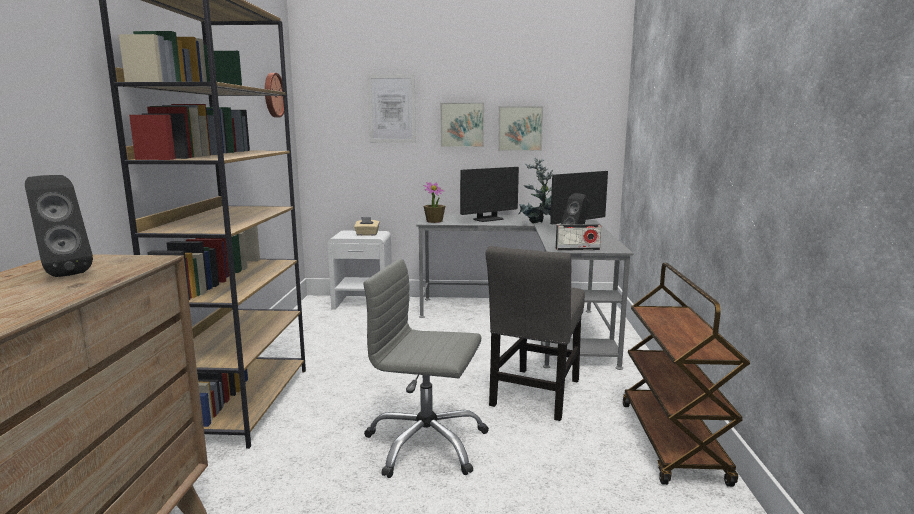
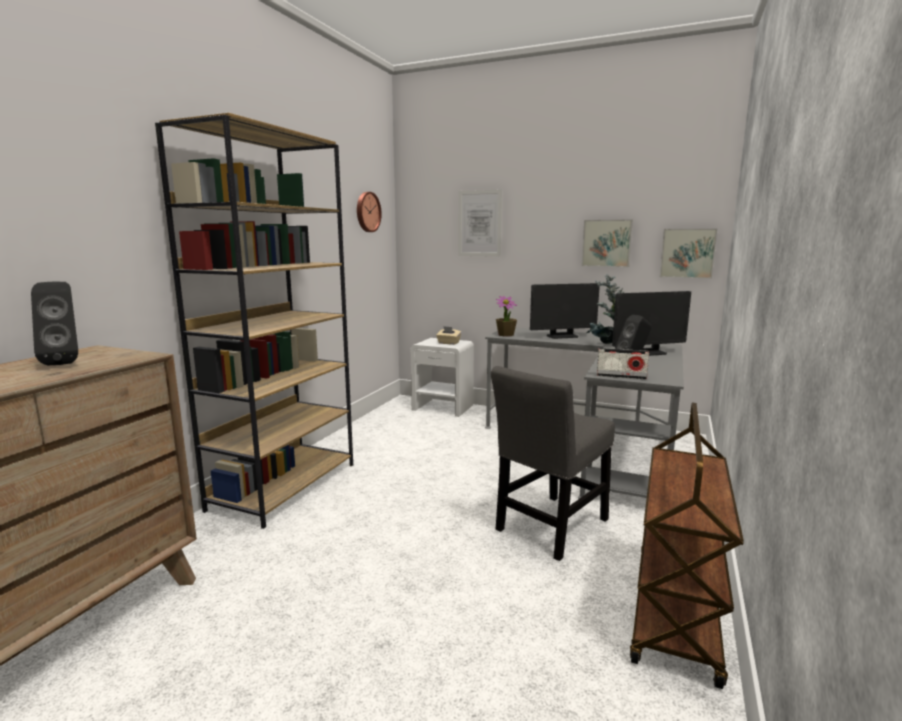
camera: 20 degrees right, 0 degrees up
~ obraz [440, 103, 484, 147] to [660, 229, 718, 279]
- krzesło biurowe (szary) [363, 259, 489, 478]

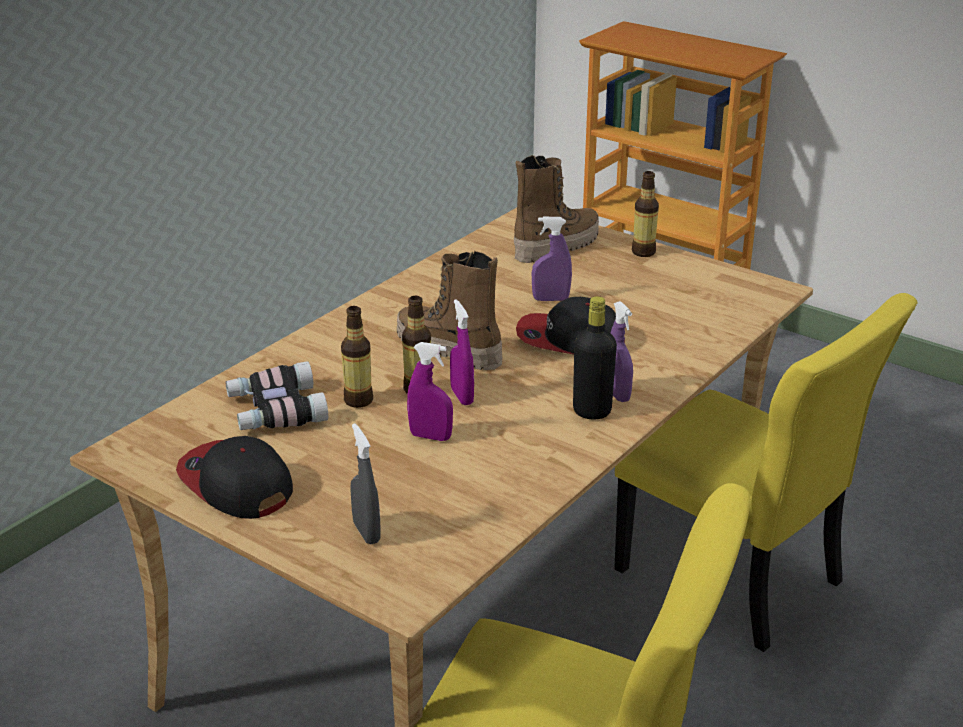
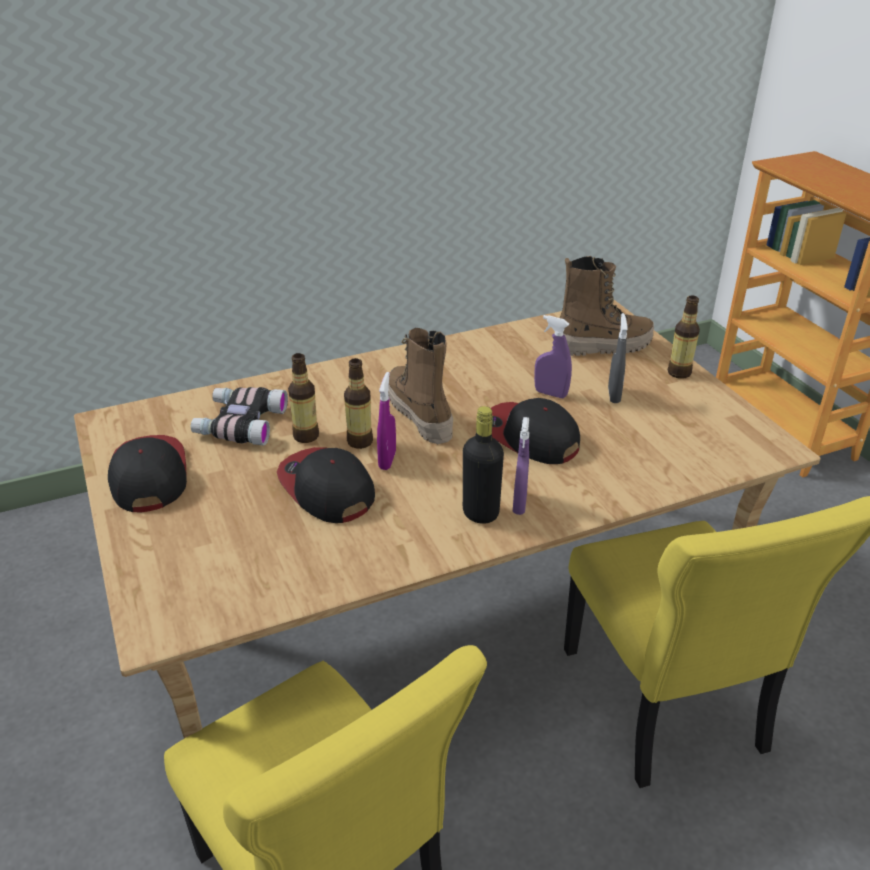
camera: 30 degrees right, 5 degrees up
~ spryskiwacz (fioletowy) [407, 342, 453, 441] to czapka z daszkiem [277, 447, 375, 523]
~ spryskiwacz (szary) [350, 423, 381, 544] to [608, 313, 628, 403]

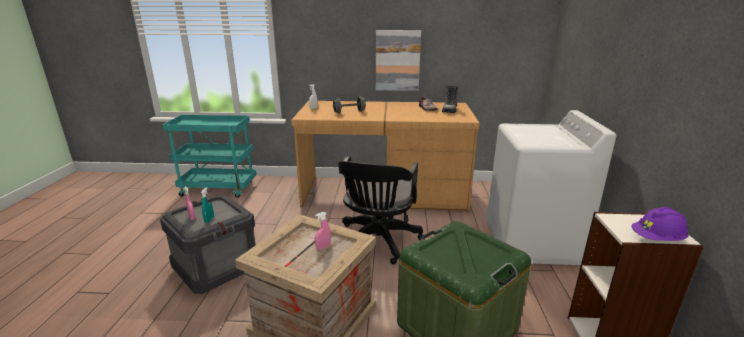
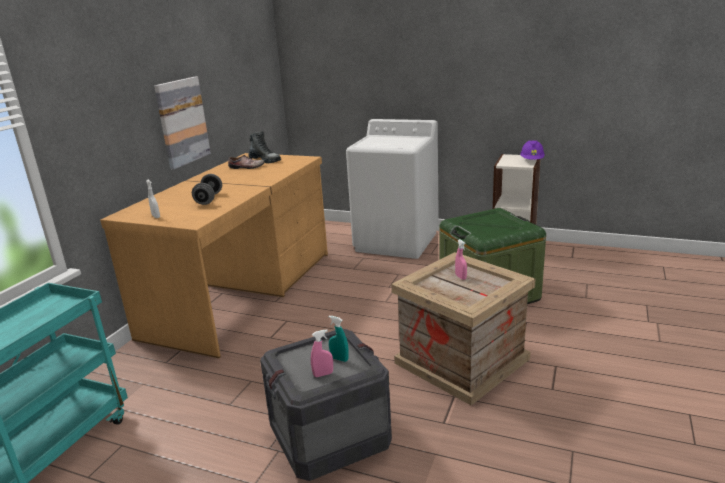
camera: 70 degrees left, 0 degrees up
- krzesło biurowe (czarny) [338, 156, 423, 265]

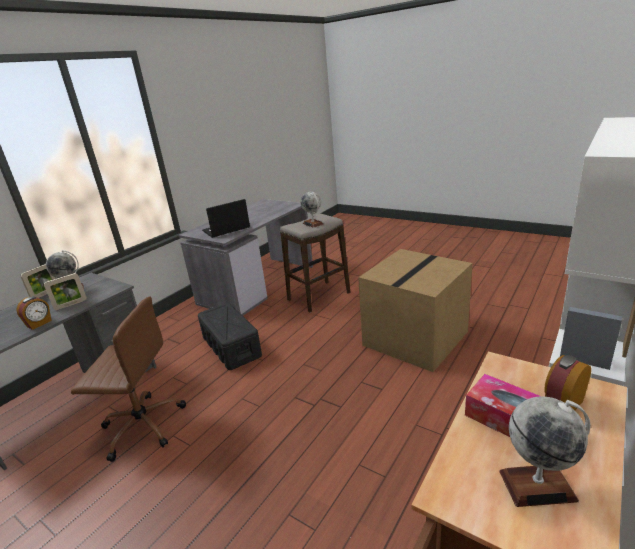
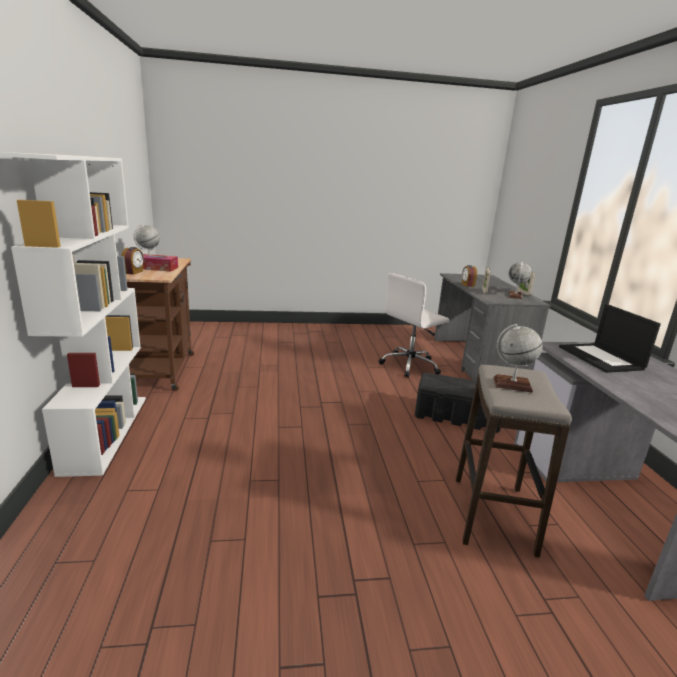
camera: 135 degrees right, 5 degrees down
~ krzesło biurowe (brązowy) [71, 296, 186, 462] to krzesło biurowe (biały) [378, 273, 449, 378]
~ laptop [202, 199, 250, 238] = [559, 304, 661, 373] 150 degrees clockwise
- karton [358, 249, 472, 372]

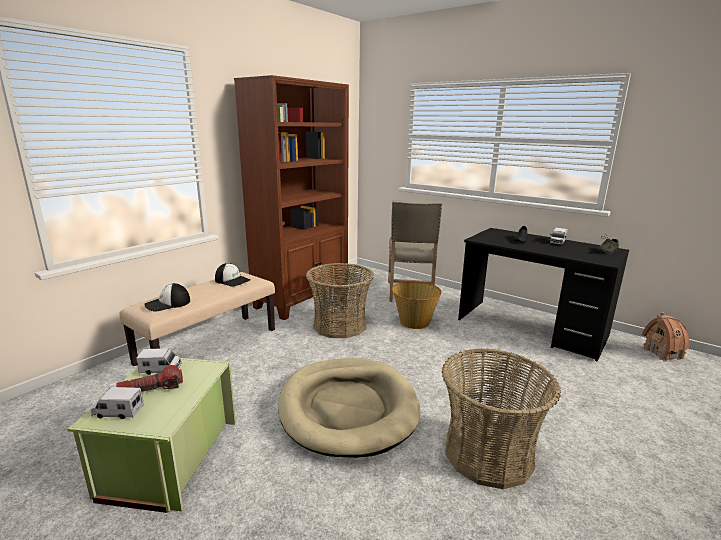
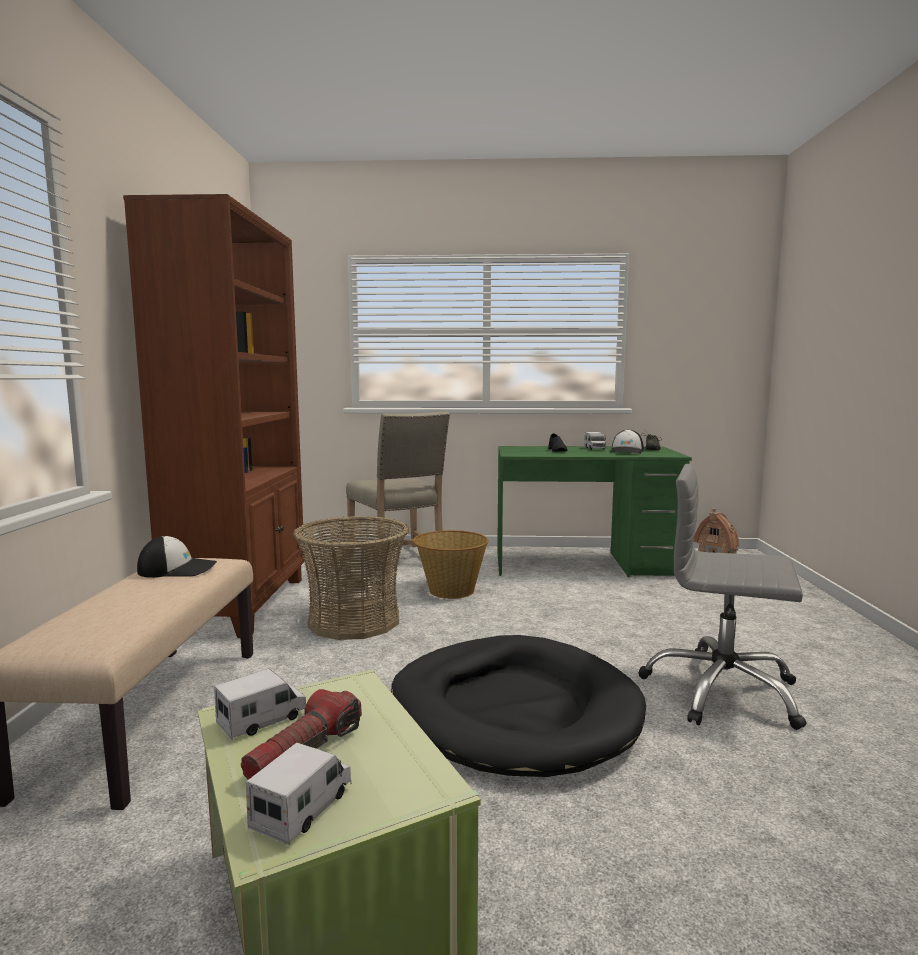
camera: 35 degrees left, 10 degrees down
~ ciężarówka zabawkowa [91, 387, 144, 419] = [246, 742, 352, 845] 150 degrees clockwise
~ legowisko (beżowy) [278, 358, 420, 458] to legowisko (czarny) [391, 635, 646, 777]
~ biurko (czarny) [458, 228, 629, 362] to biurko (zielony) [497, 446, 692, 577]
~ czapka z daszkiem [144, 283, 190, 312] to [609, 429, 644, 454]
~ koszyk [442, 348, 561, 489] to krzesło biurowe (szary) [639, 464, 807, 730]

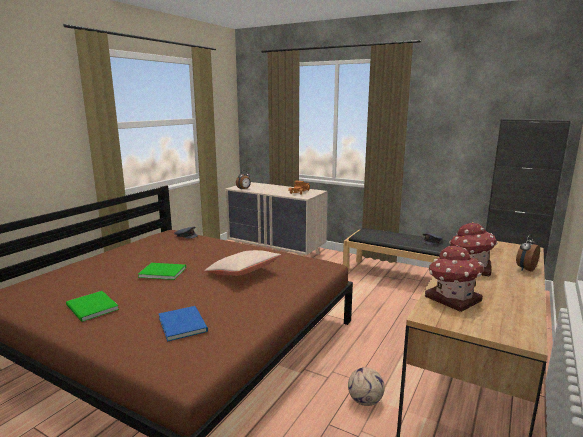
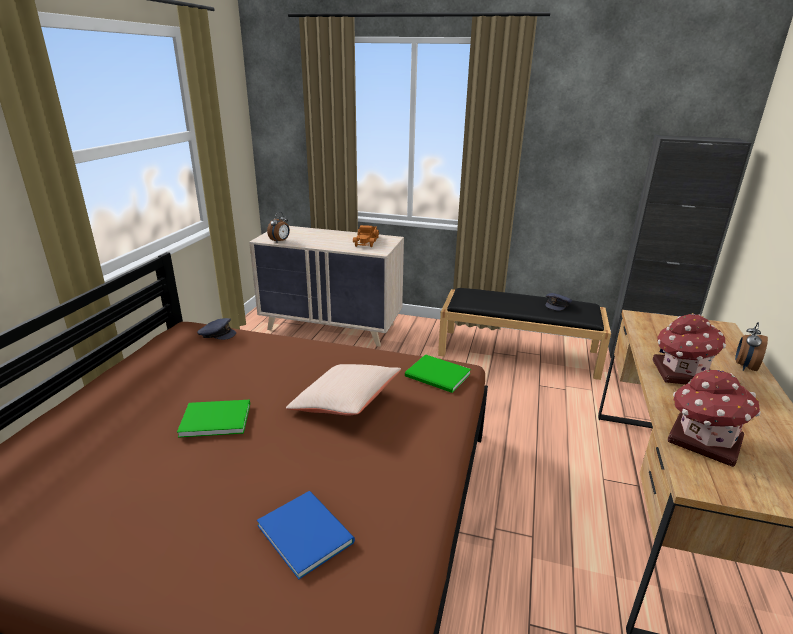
camera: 15 degrees left, 10 degrees up
~ książka (zielony) [66, 291, 119, 322] to [405, 354, 471, 393]
- piłka futbolowa [348, 367, 385, 406]

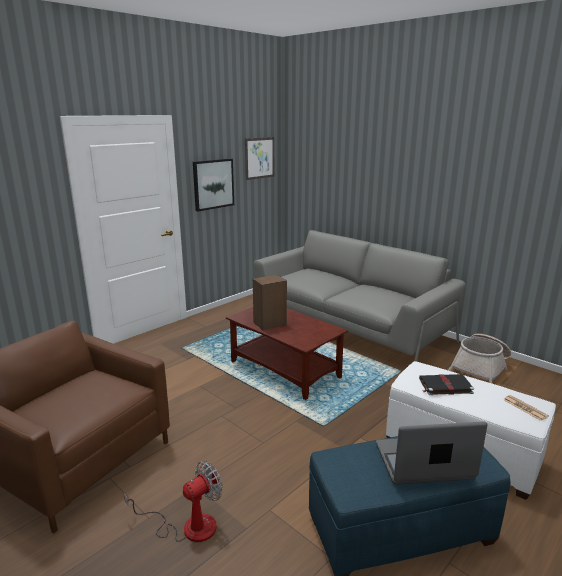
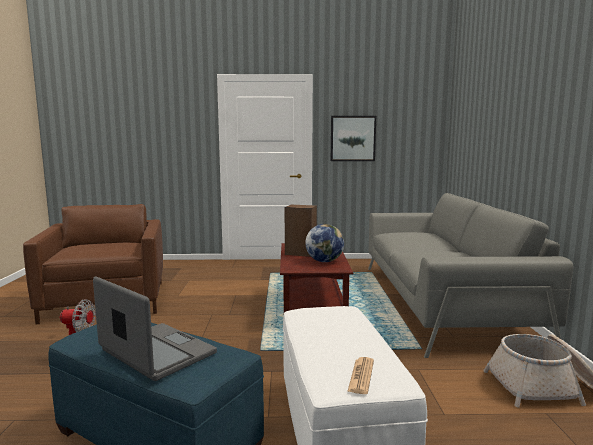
camera: 45 degrees right, 10 degrees down
+ globus [305, 224, 344, 262]
- obraz [245, 137, 274, 180]
- książka (czarny) [419, 374, 474, 395]

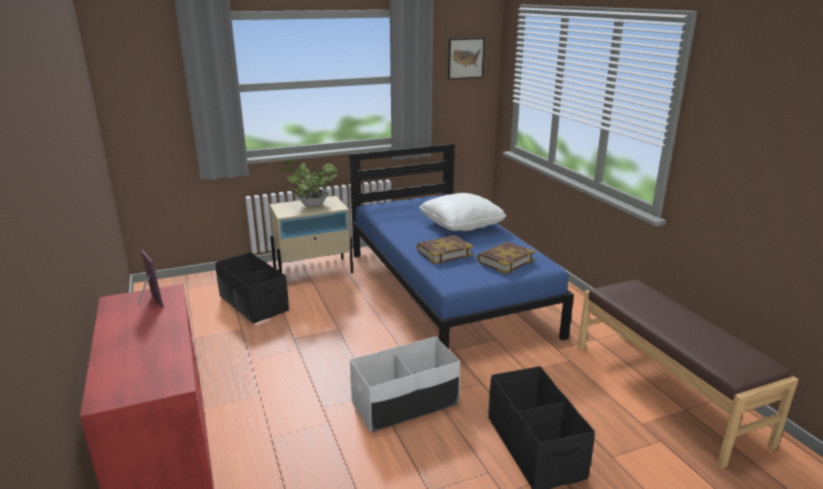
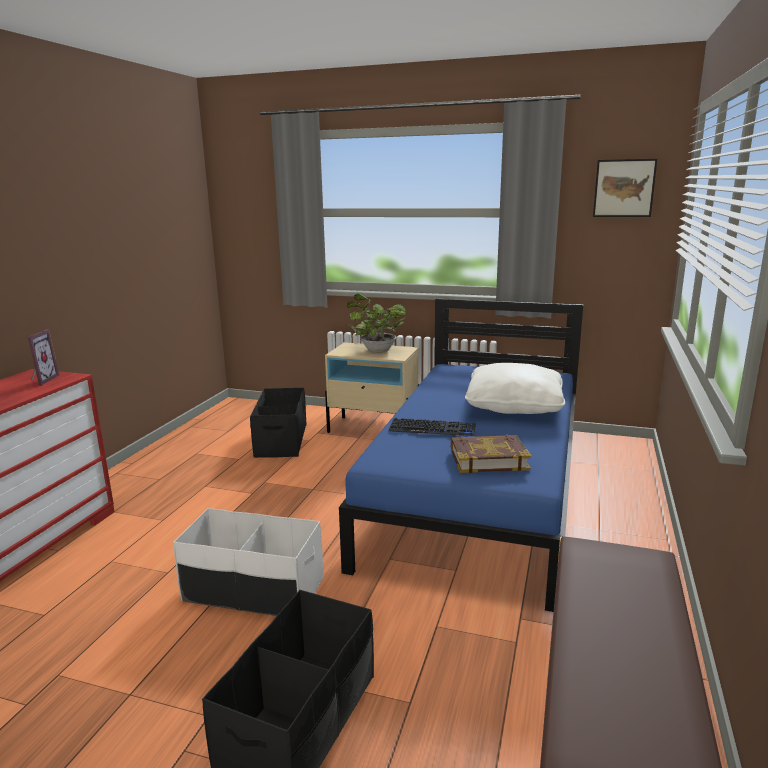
camera: 40 degrees right, 5 degrees down
~ książka [417, 235, 474, 264] to klawiatura [389, 418, 476, 436]

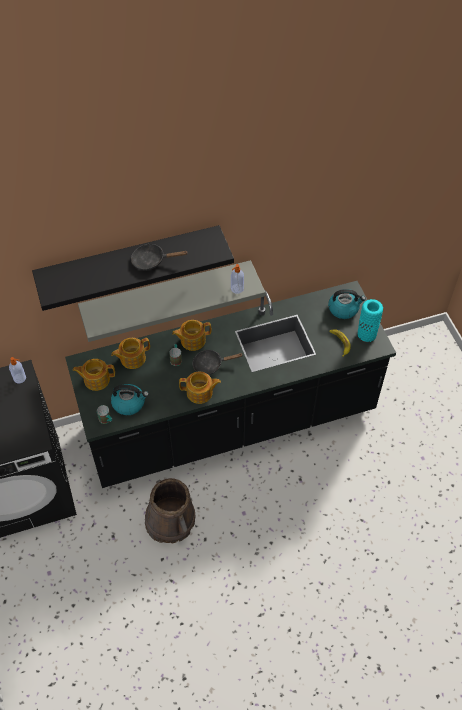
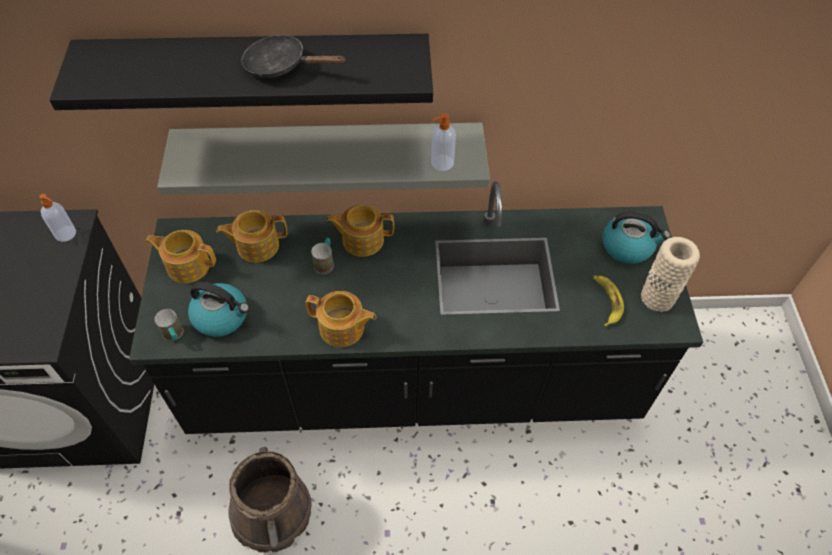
camera: 15 degrees right, 0 degrees up
~ wazon (turkusowy) [358, 299, 383, 342] to wazon (beżowy) [641, 237, 700, 312]
- patelnia (czarny) [193, 350, 242, 375]

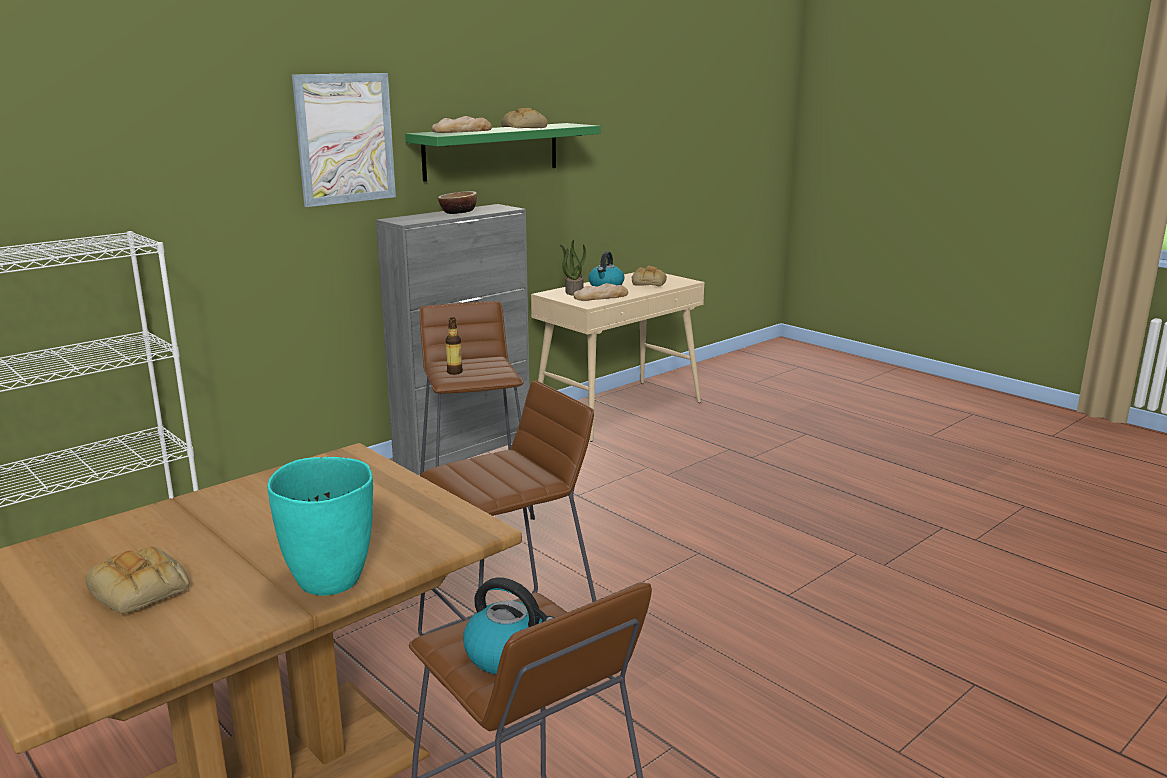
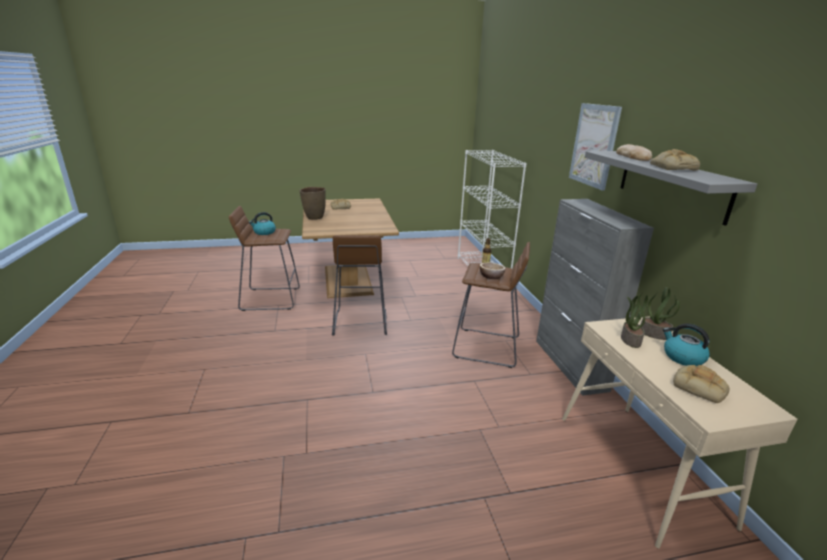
camera: 120 degrees right, 5 degrees up
~ wazon (turkusowy) [267, 457, 373, 596] to wazon (brązowy) [300, 187, 326, 220]
~ miska [438, 191, 477, 214] to [480, 263, 506, 279]
~ półka (zielony) [405, 123, 600, 182] to półka (szary) [585, 151, 757, 226]
~ chleb [573, 283, 628, 301] to roślina doniczkowa [621, 293, 648, 348]

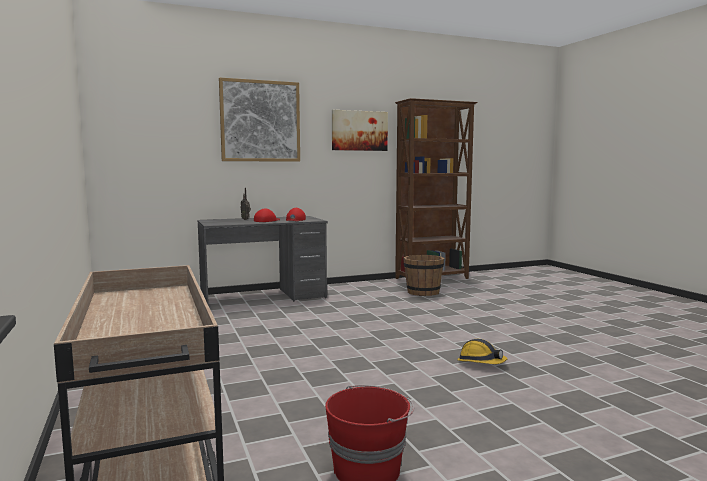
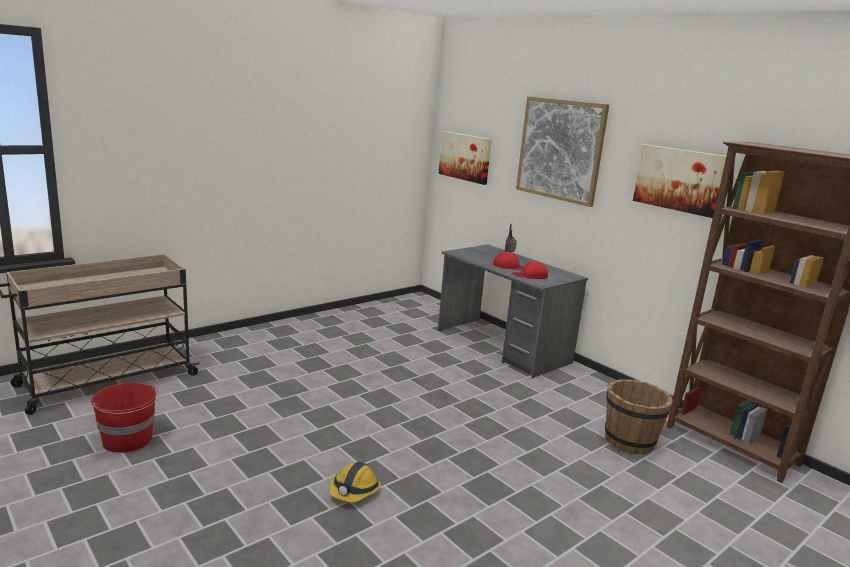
camera: 70 degrees right, 10 degrees up
+ obraz [438, 131, 492, 185]

